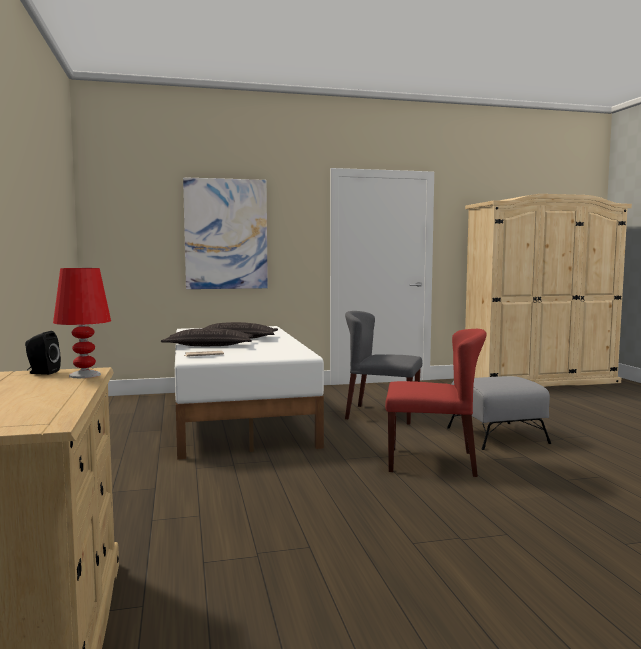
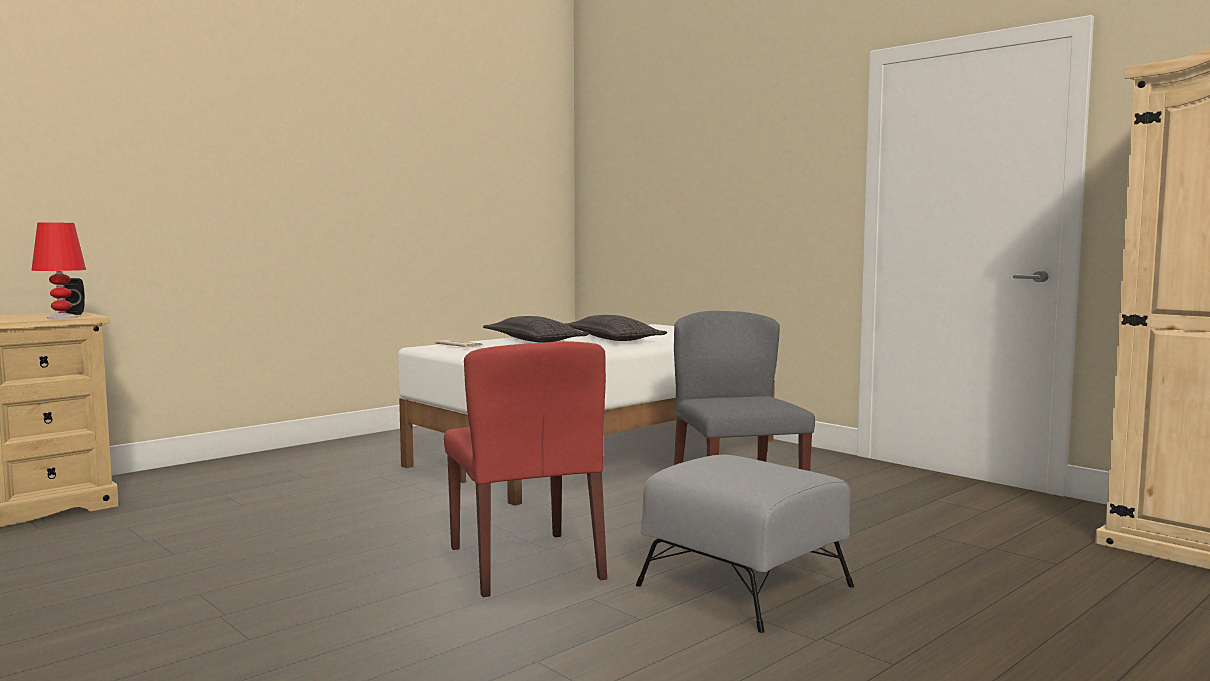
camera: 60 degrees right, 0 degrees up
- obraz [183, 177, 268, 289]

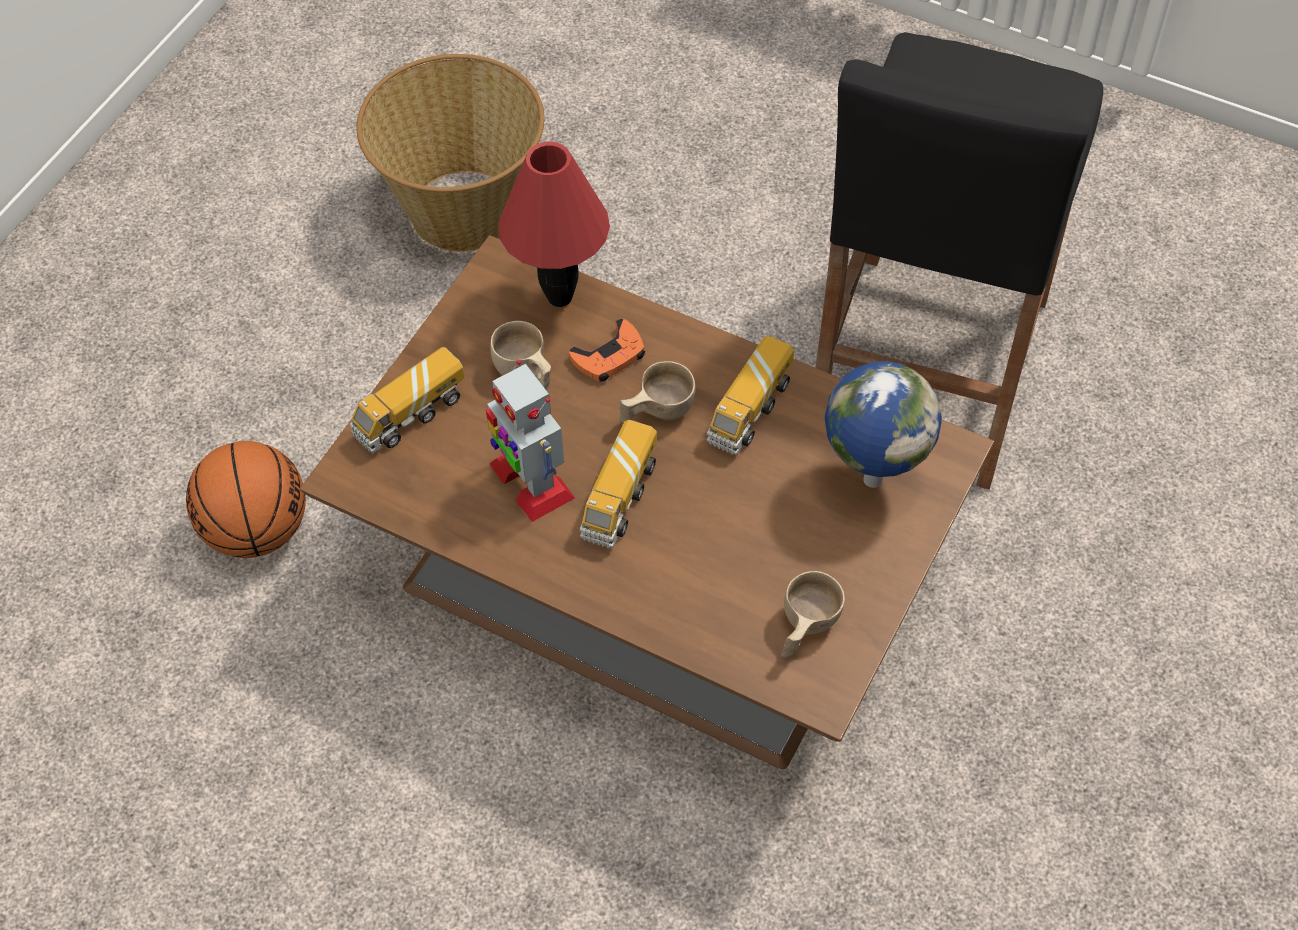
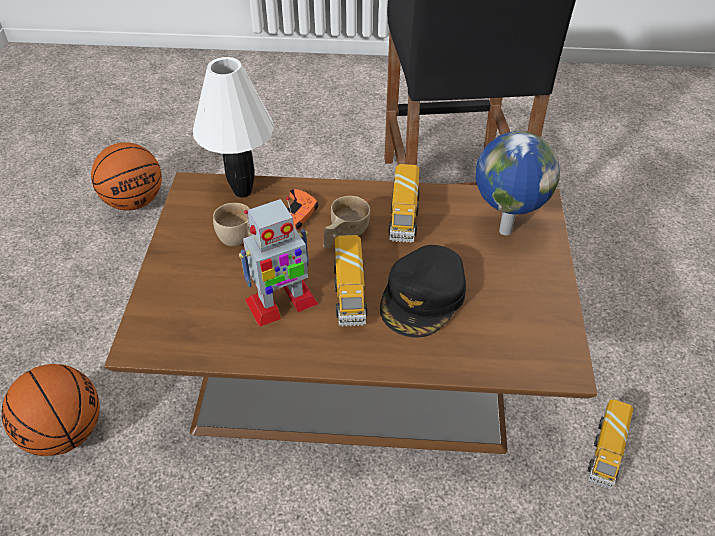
camera: 25 degrees left, 10 degrees down
~ koszyk [356, 54, 545, 252] to piłka do koszykówki [91, 142, 162, 211]
~ lampa stołowa (czerwony) [498, 142, 610, 307] to lampa stołowa (biały) [193, 57, 274, 198]
~ robot zabawkowy [486, 360, 575, 522] = [239, 197, 318, 327] 60 degrees counterclockwise
+ czapka z daszkiem (czarny) [380, 245, 466, 338]
~ ciężarówka zabawkowa [350, 347, 465, 454] to [587, 399, 633, 489]
- filiżanka (beżowy) [781, 571, 845, 657]

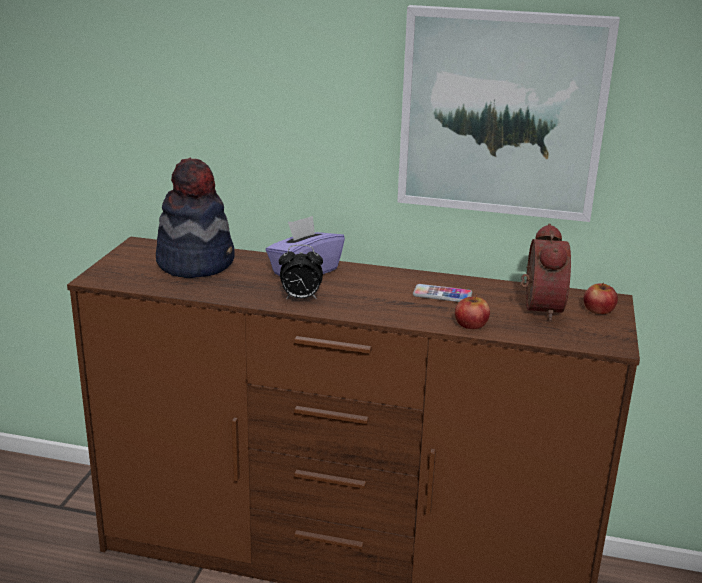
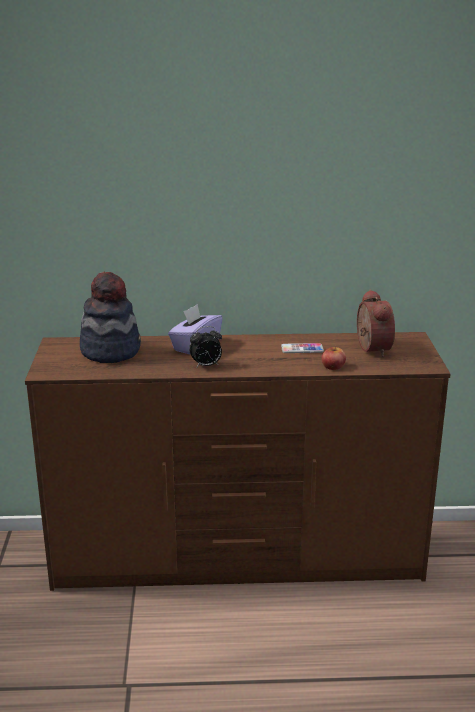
camera: 15 degrees left, 0 degrees up
- obraz [397, 5, 620, 222]
- jabłko [584, 282, 618, 314]

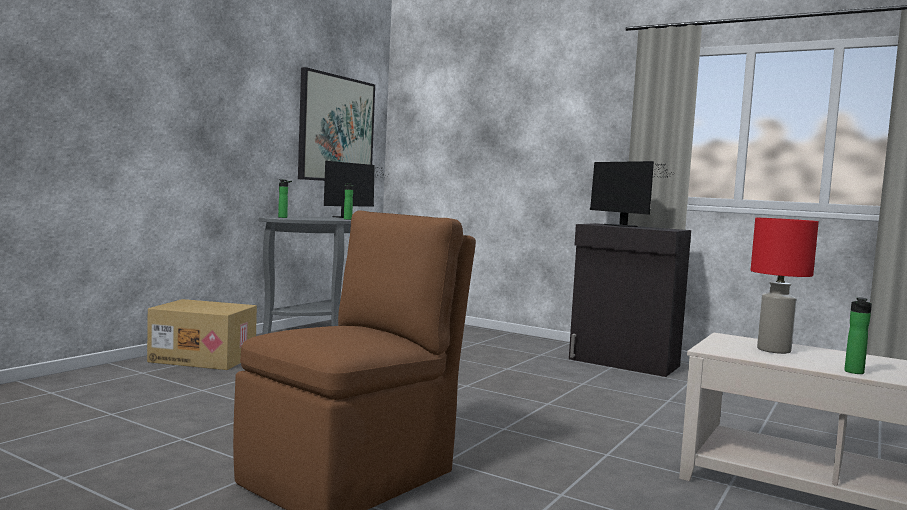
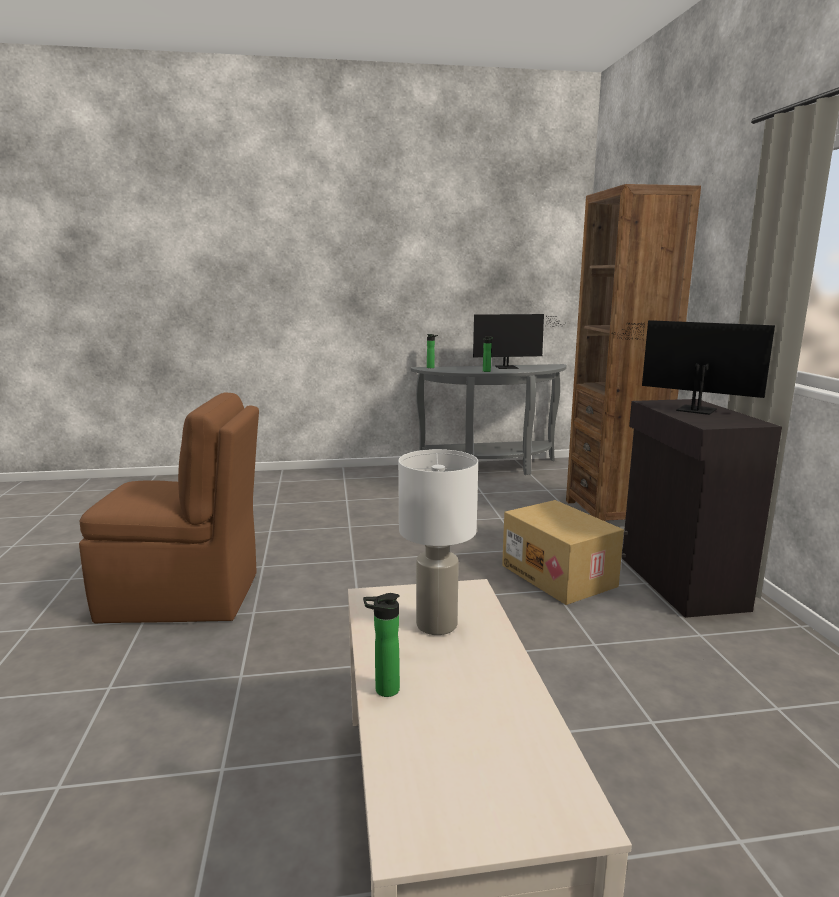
camera: 50 degrees right, 10 degrees up
~ lampa stołowa (czerwony) [751, 218, 819, 354] to lampa stołowa (biały) [398, 449, 478, 635]
~ karton [147, 299, 257, 370] to [502, 500, 624, 605]
+ regał (brązowy) [566, 184, 701, 521]
~ monitor [590, 161, 674, 227] = [611, 320, 775, 415] 105 degrees clockwise
- obraz [298, 67, 375, 181]

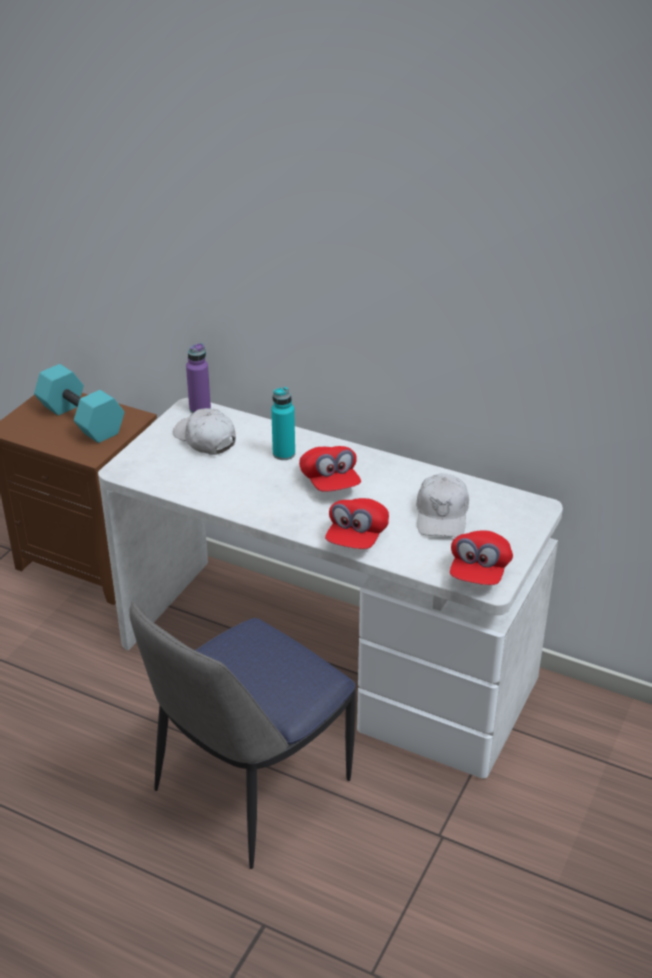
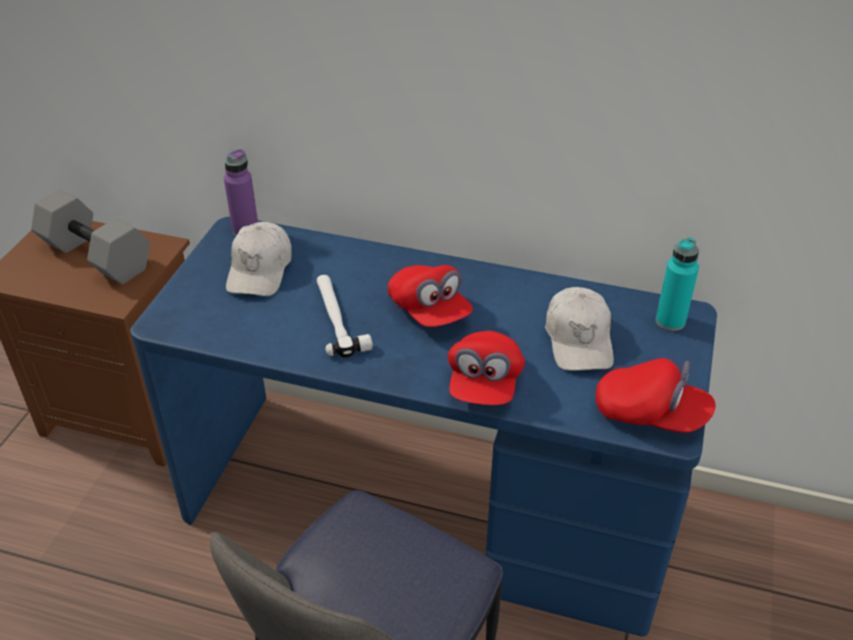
camera: 10 degrees left, 5 degrees up
~ hantel (turkusowy) [34, 364, 125, 443] to hantel (szary) [31, 189, 150, 284]
~ biurko (biały) [98, 398, 563, 778] to biurko (niebieski) [130, 217, 717, 637]
~ czapka z daszkiem (biały) [173, 408, 236, 455] = [226, 222, 292, 296] 120 degrees counterclockwise
+ młotek [317, 275, 373, 358]
~ czapka z daszkiem (czerwony) [450, 531, 513, 585] = [596, 358, 716, 433] 75 degrees counterclockwise
~ butelka (turkusowy) [271, 387, 295, 460] to [656, 237, 699, 331]

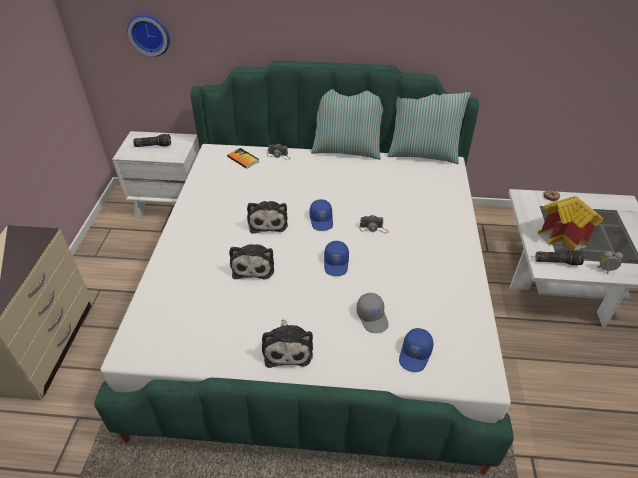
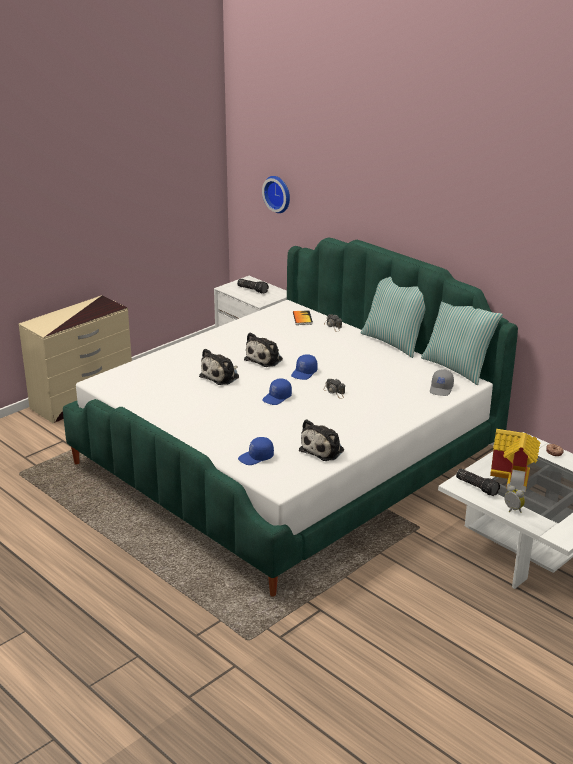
camera: 40 degrees right, 15 degrees down
~ pluszak [262, 319, 313, 368] to [299, 419, 344, 461]
~ czapka z daszkiem (szary) [356, 293, 389, 333] to [430, 369, 454, 396]

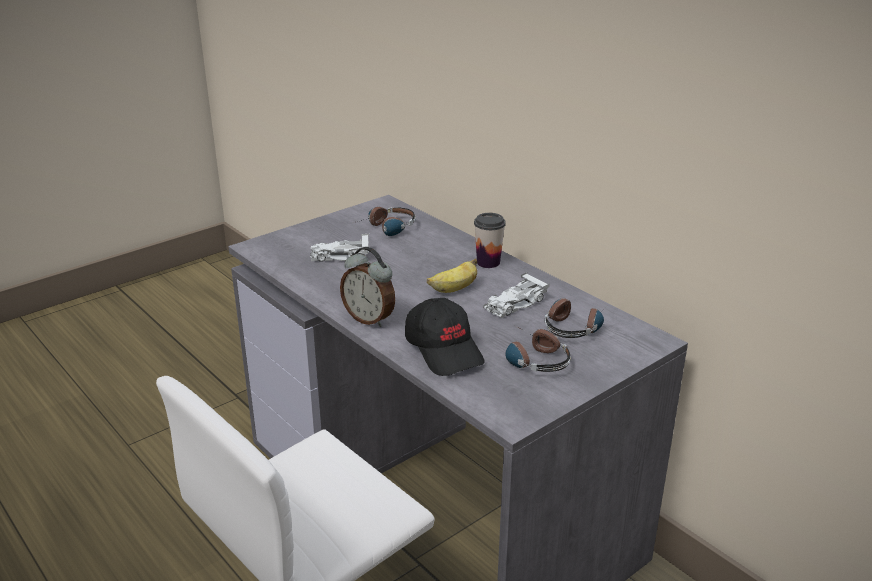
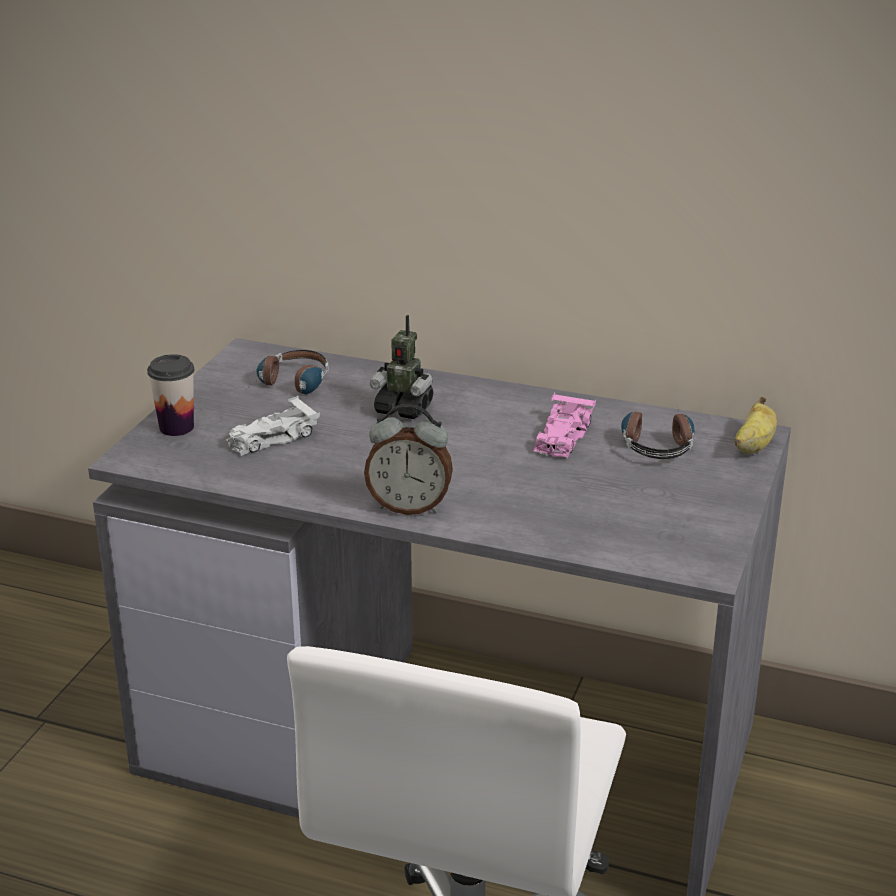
camera: 30 degrees left, 0 degrees up
~ filiżanka [474, 213, 506, 268] to [147, 354, 194, 436]
+ robot zabawkowy [370, 315, 434, 419]
~ samochodzik (biały) [483, 272, 550, 318] to samochodzik (różowy) [533, 393, 596, 459]
~ banan [427, 258, 477, 293] to [734, 397, 777, 454]
- czapka z daszkiem (czarny) [405, 298, 485, 376]
- słuchawki [505, 329, 571, 372]

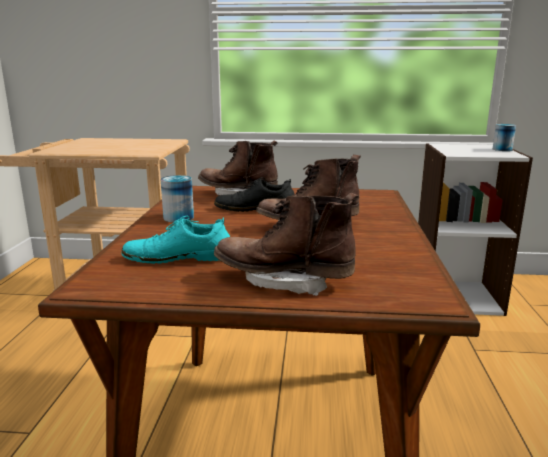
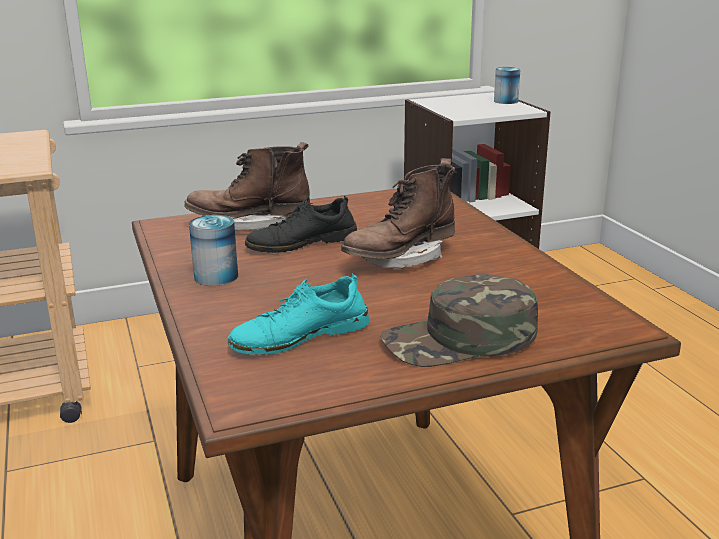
camera: 25 degrees left, 5 degrees up
~ but z cholewką (brązowy) [214, 193, 359, 296] to czapka z daszkiem (zielony) [380, 273, 538, 367]

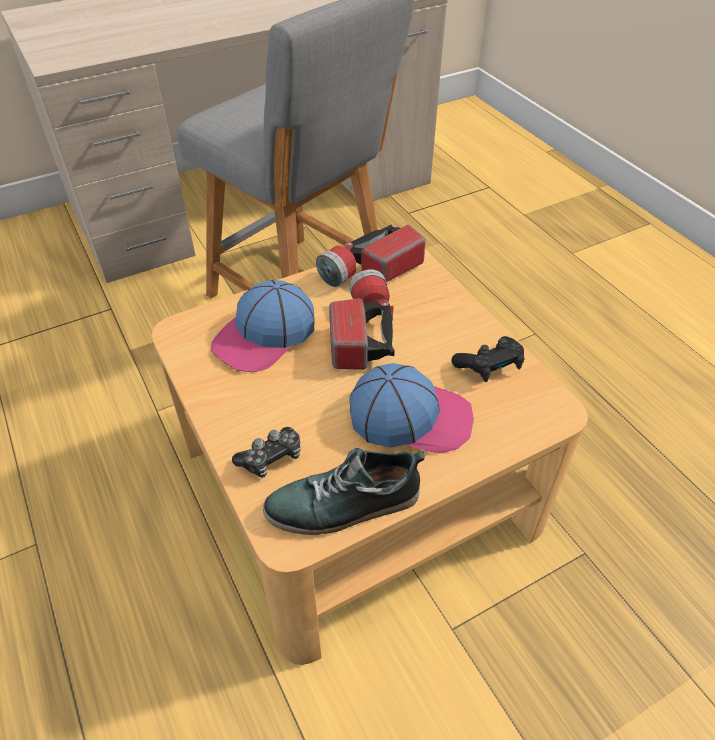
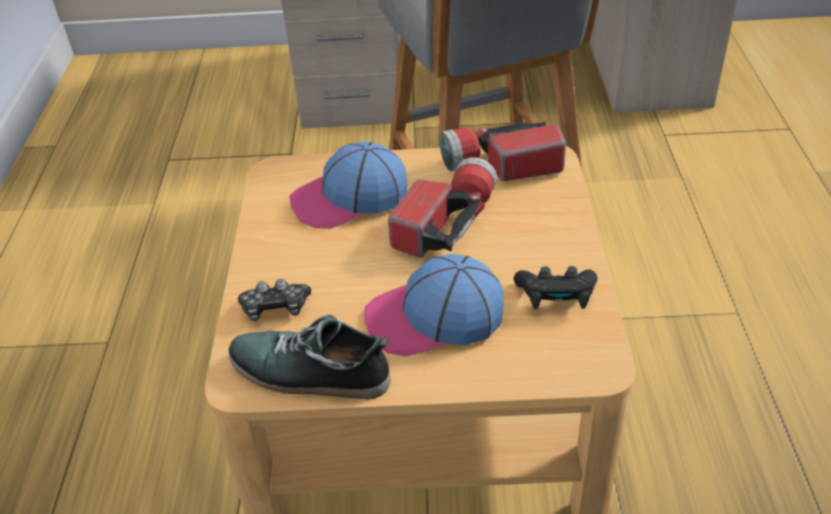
camera: 30 degrees right, 5 degrees down
~ czapka z daszkiem [349, 363, 474, 453] = [365, 254, 504, 357] 135 degrees clockwise

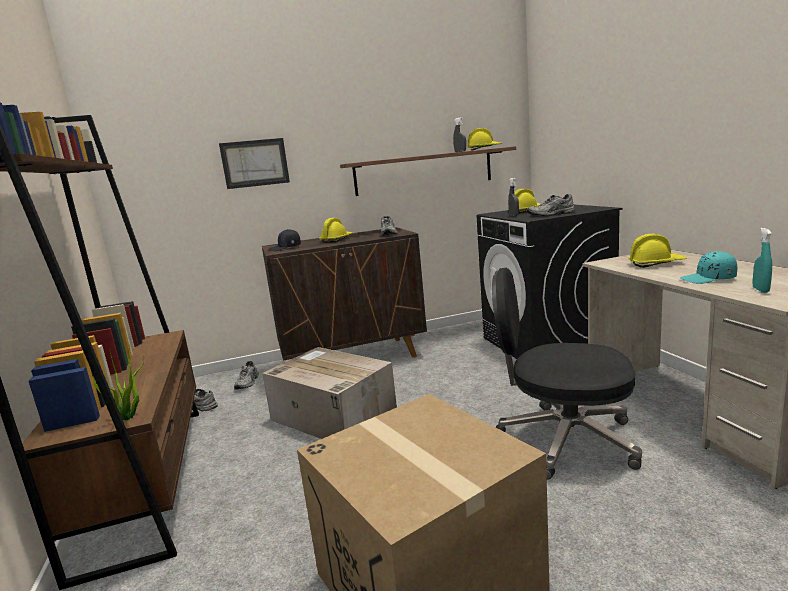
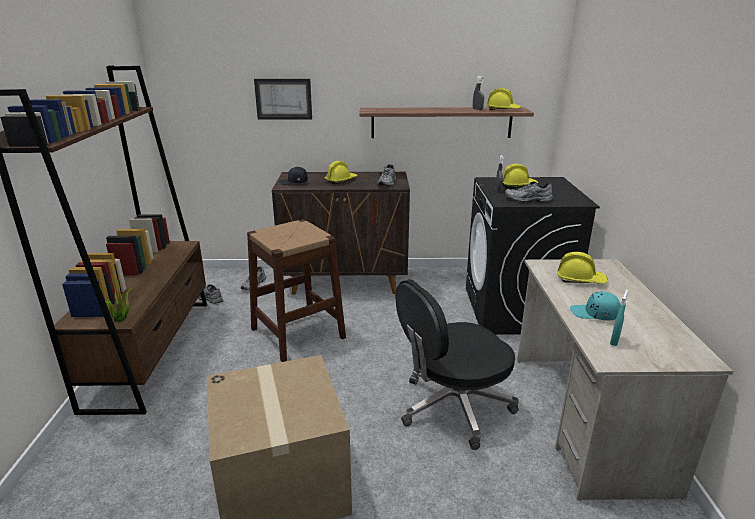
camera: 15 degrees right, 10 degrees up
~ karton [262, 347, 397, 439] to stołek (brązowy) [247, 219, 346, 362]
~ krzesło biurowe (czarny) [492, 268, 642, 480] = [395, 279, 519, 450] 60 degrees counterclockwise

